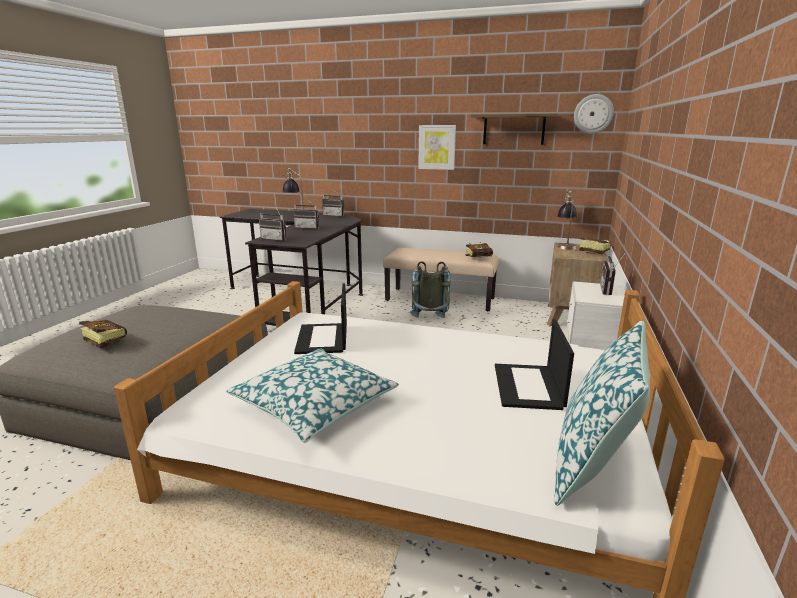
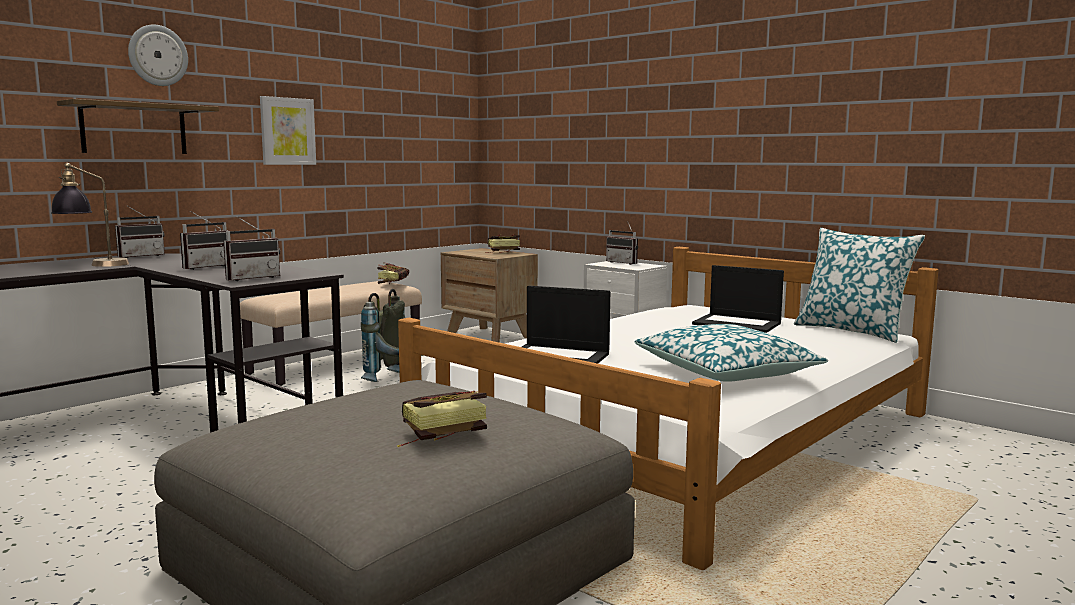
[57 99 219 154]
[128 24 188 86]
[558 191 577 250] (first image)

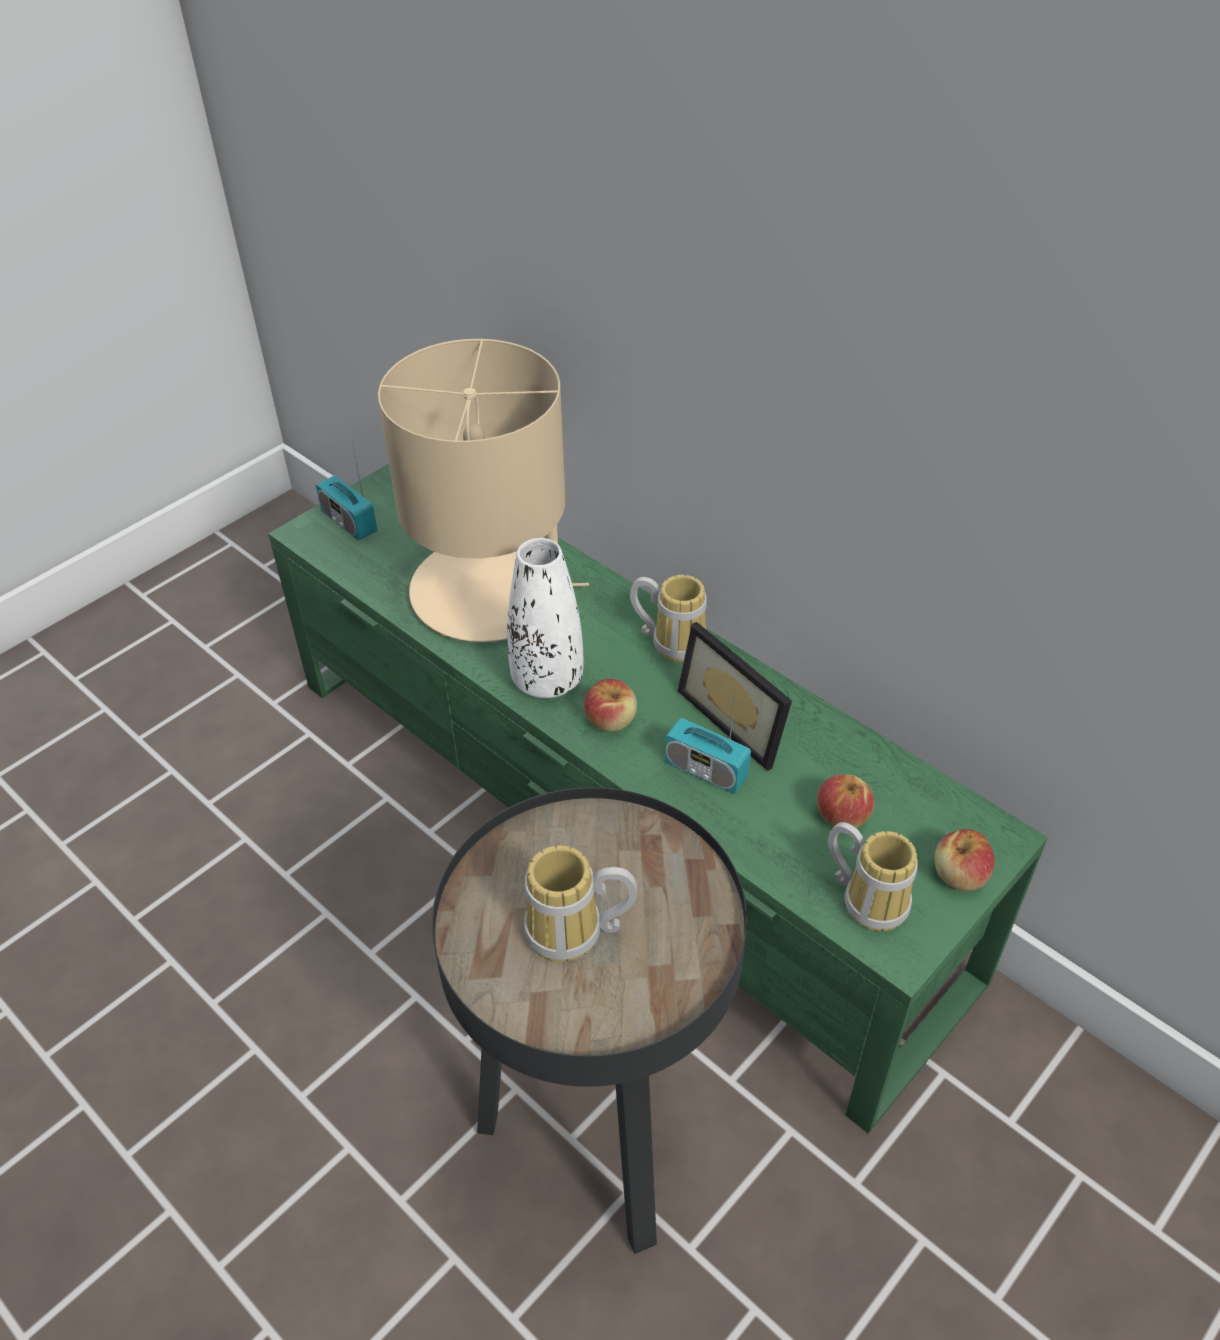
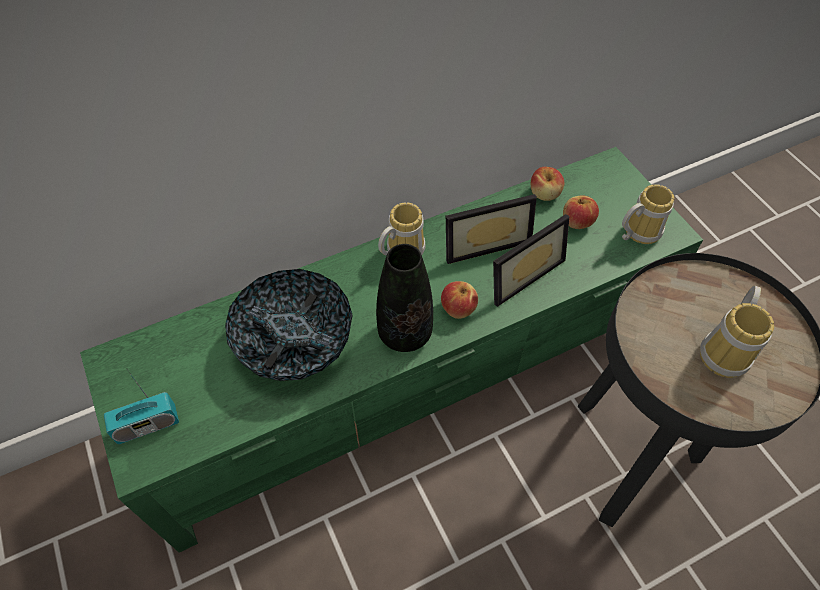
[225 269 353 381]
[376 244 433 352]
[493 214 569 307]
[531 167 564 201]

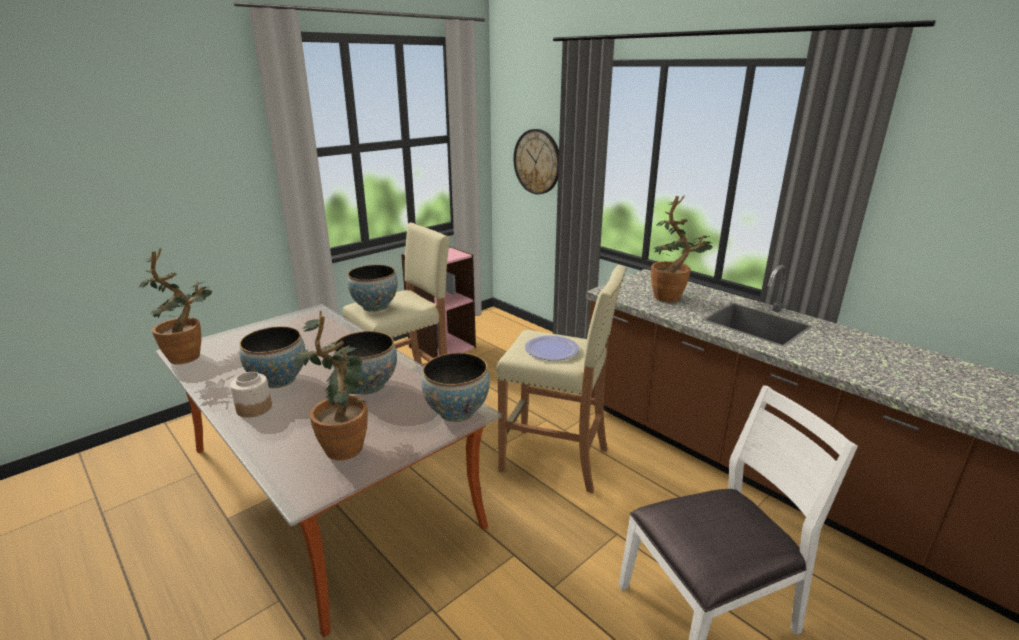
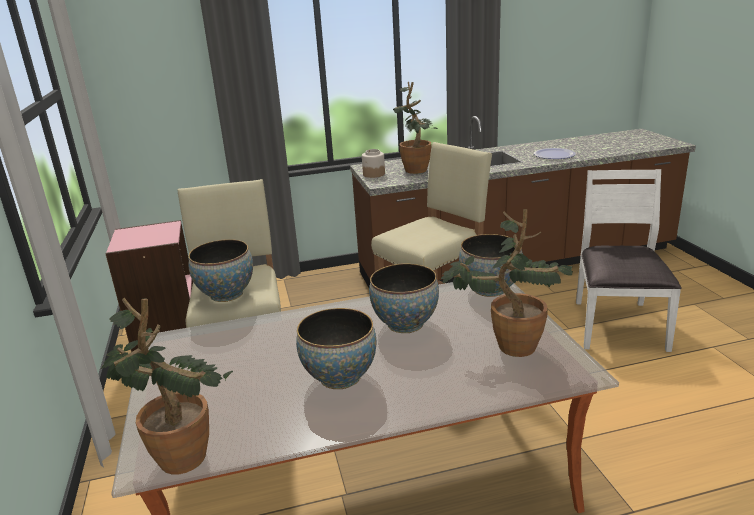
[362 149 385 178]
[534 148 576 159]
[513 129 559 194] (first image)

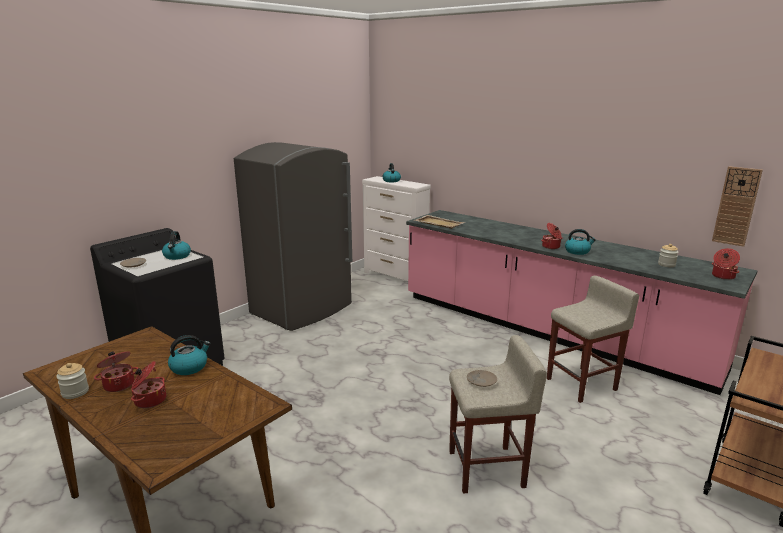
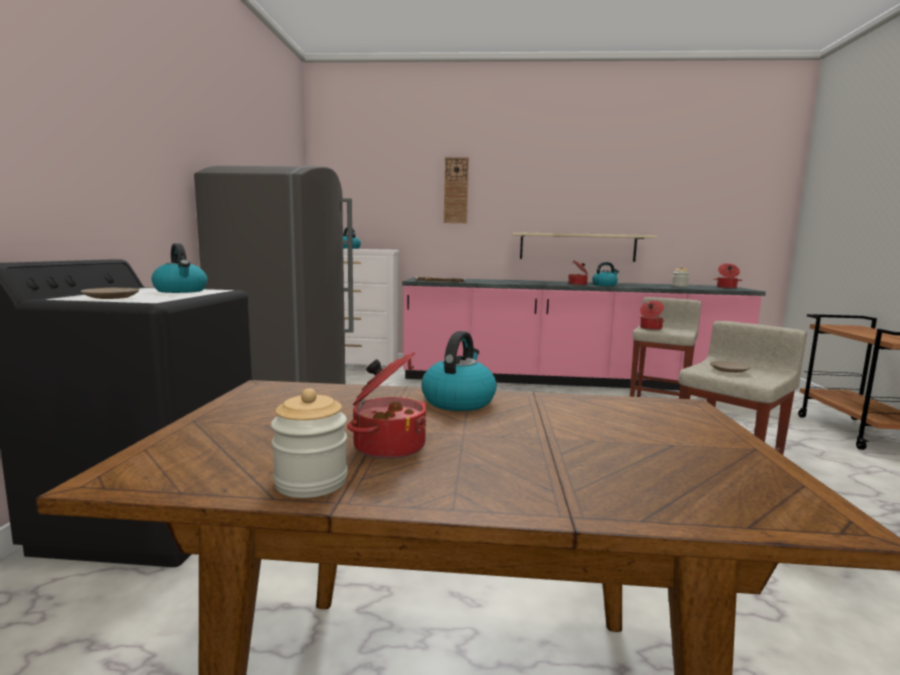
[444 157 469 223]
[511 232 657 262]
[640 301 664 330]

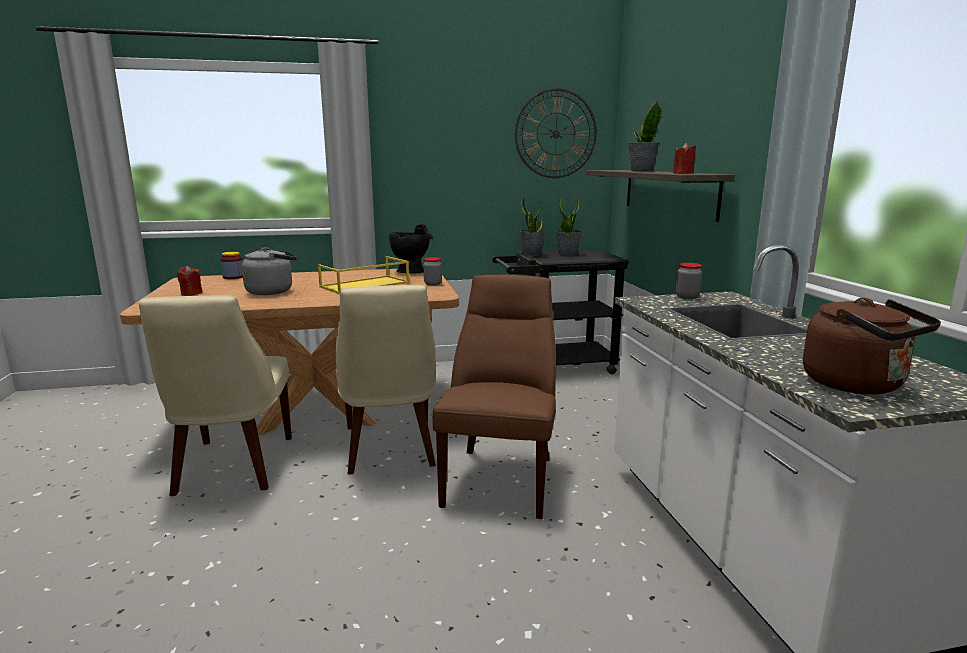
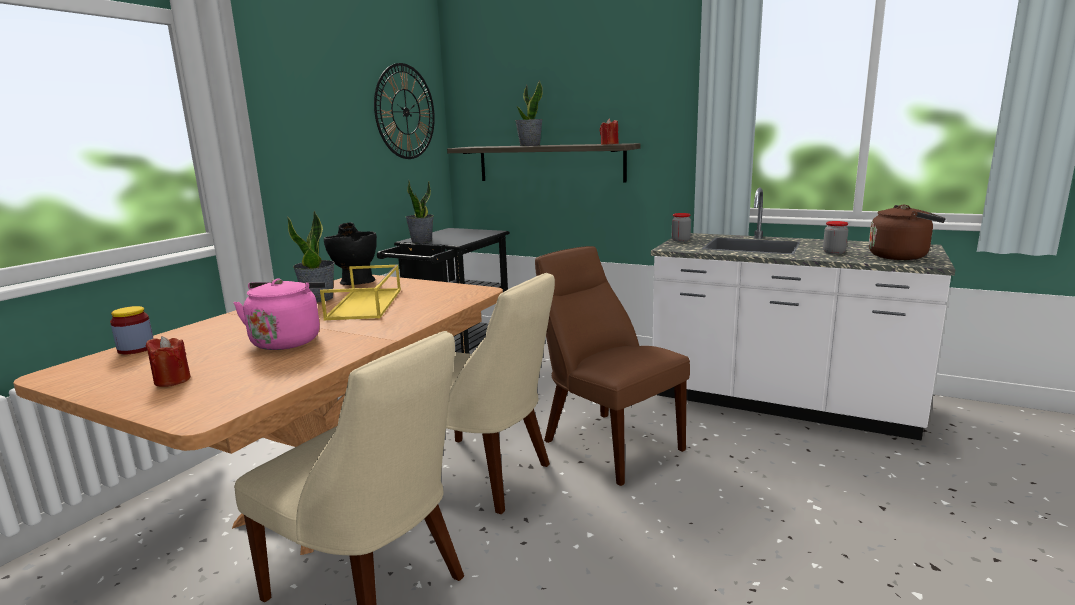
[233 278 325 350]
[287 210 335 303]
[823 221 848 255]

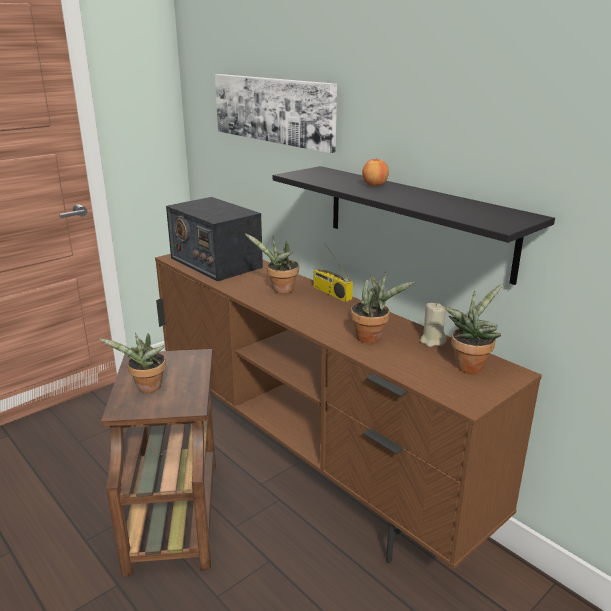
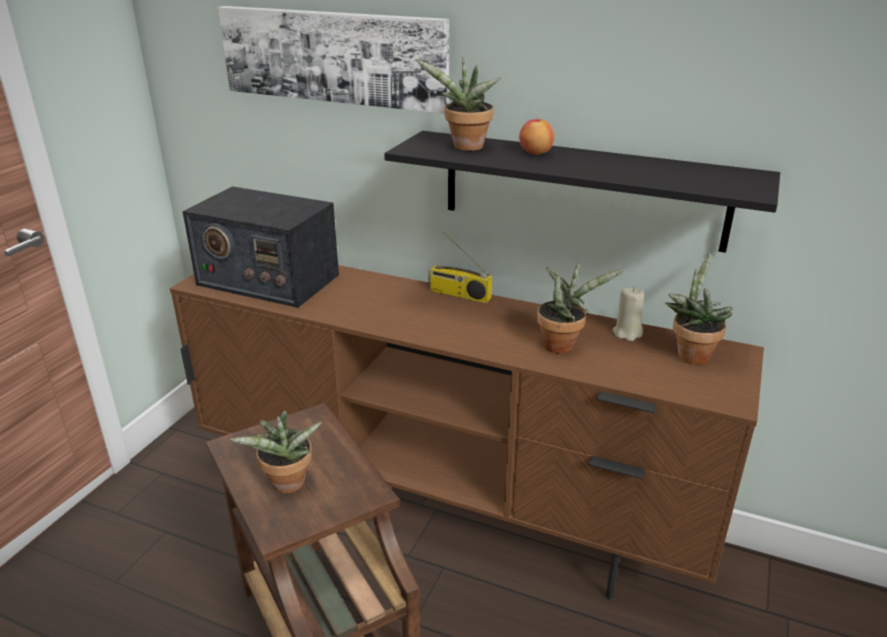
[415 57 501 151]

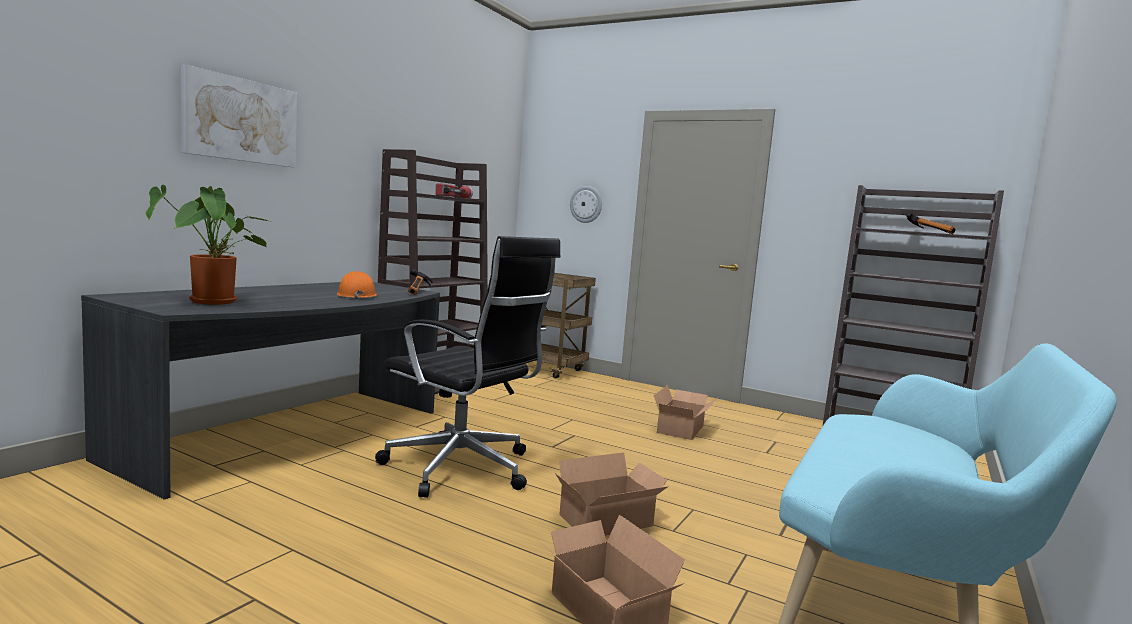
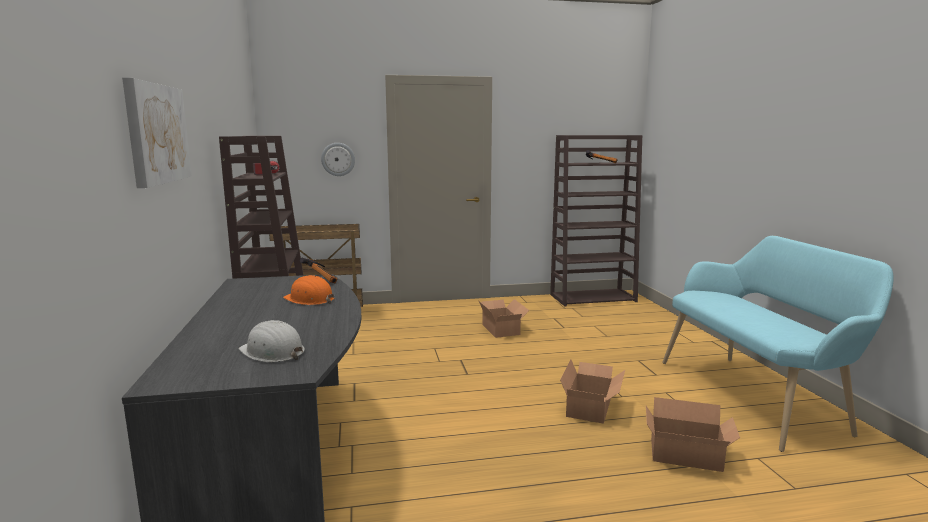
[239 320 305 363]
[375 236 561 498] (first image)

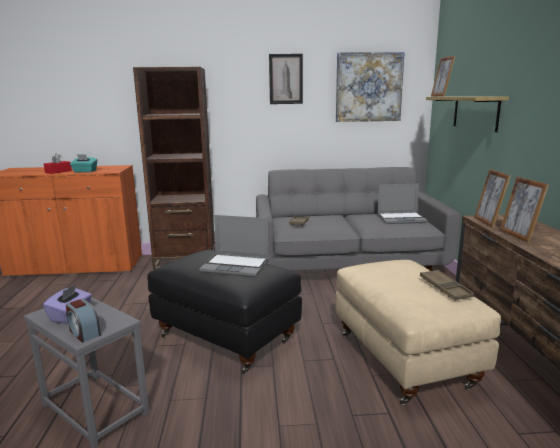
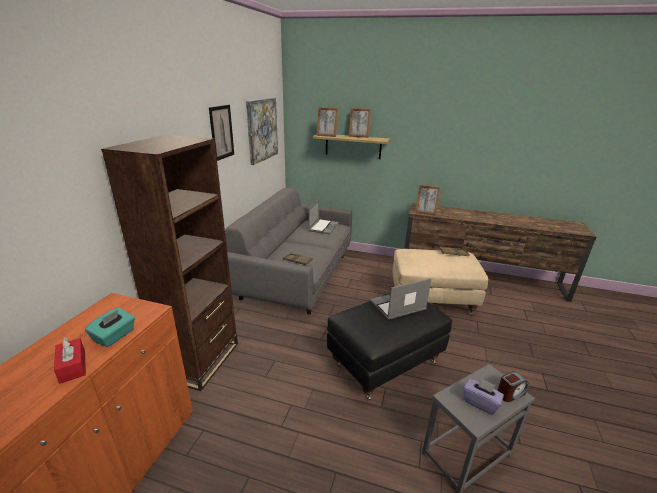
[349 108 371 138]
[370 278 431 320]

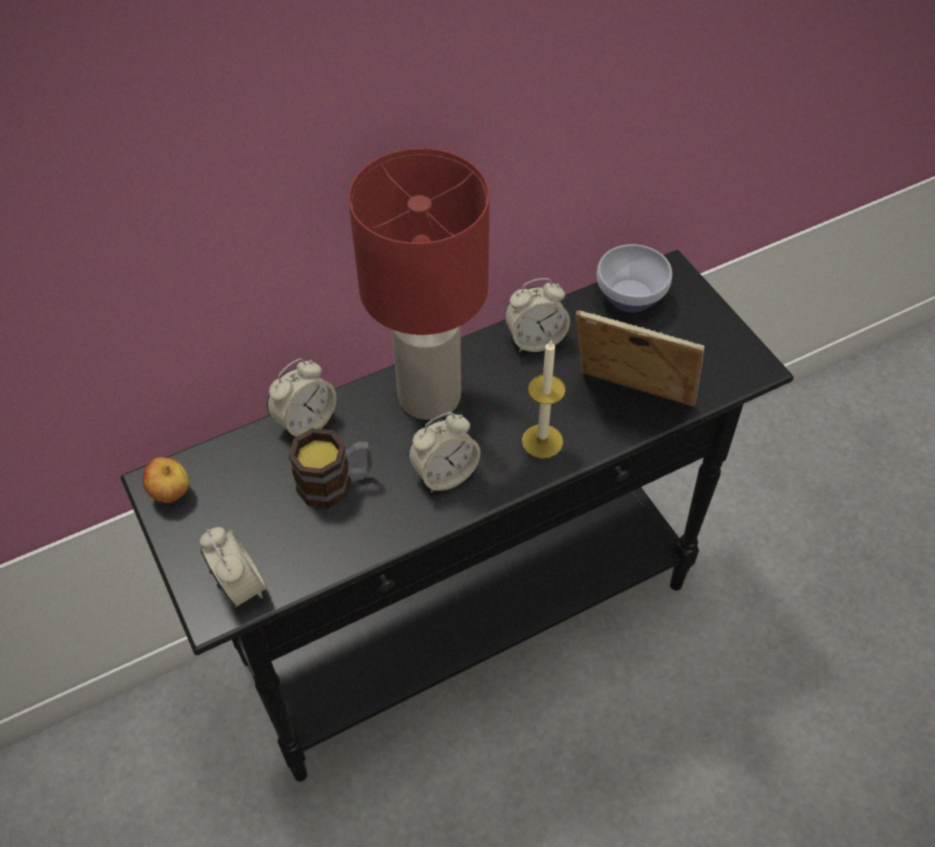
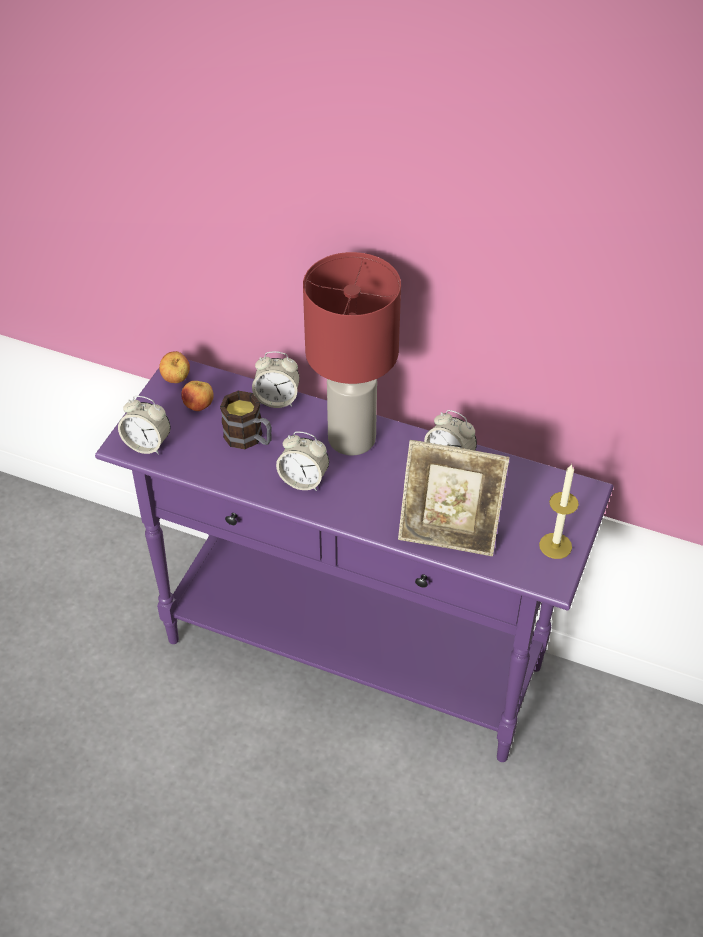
[95 359 614 762]
[118 396 171 455]
[181 381 214 411]
[398 440 510 556]
[539 464 579 559]
[597 244 672 313] (first image)

